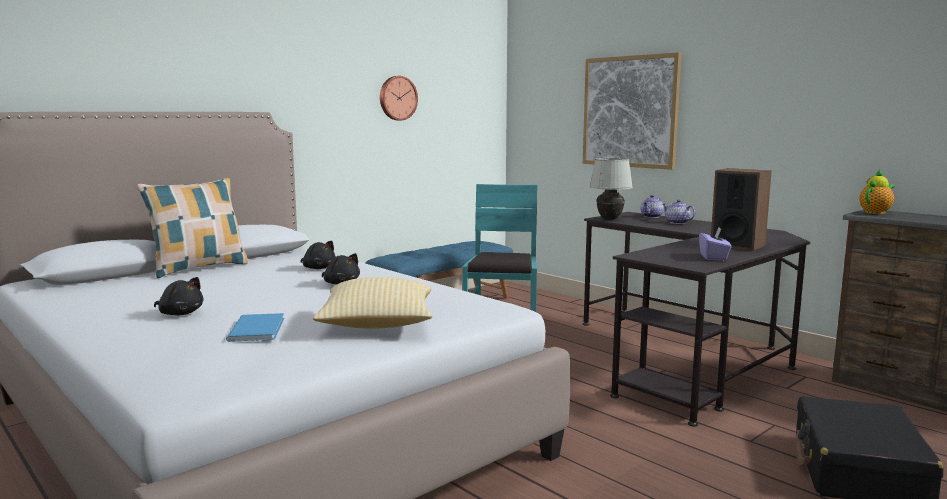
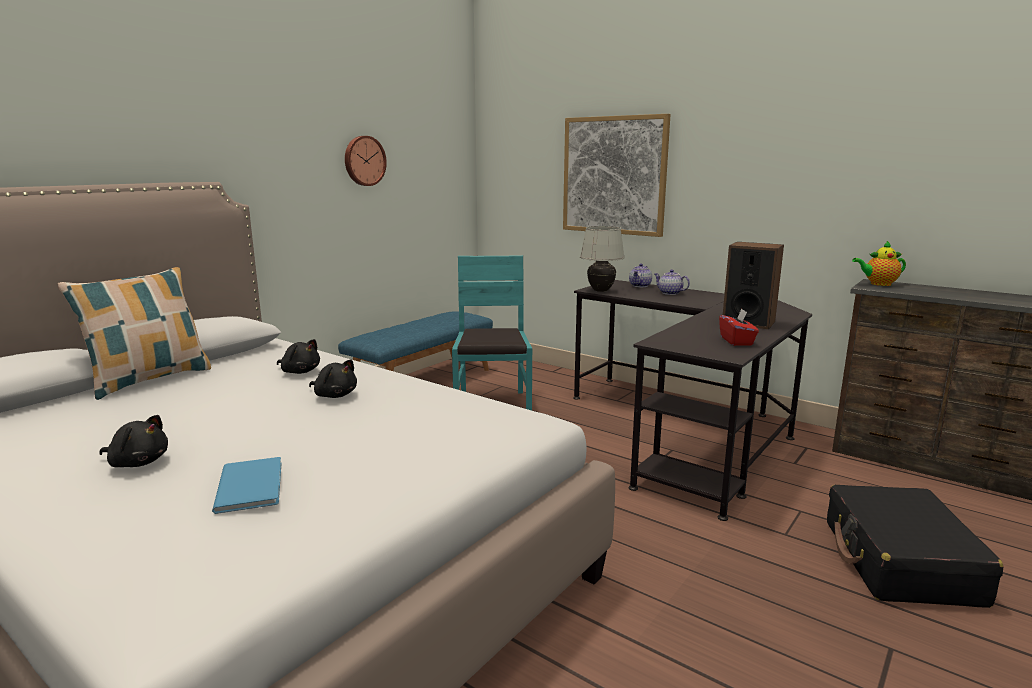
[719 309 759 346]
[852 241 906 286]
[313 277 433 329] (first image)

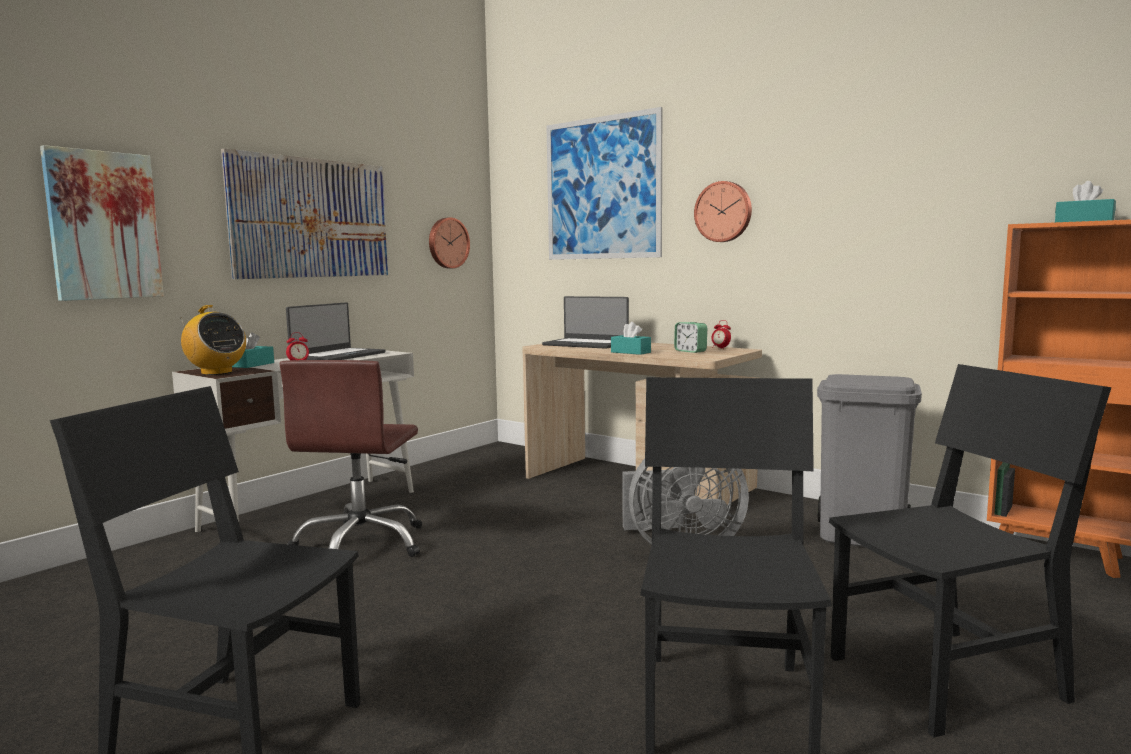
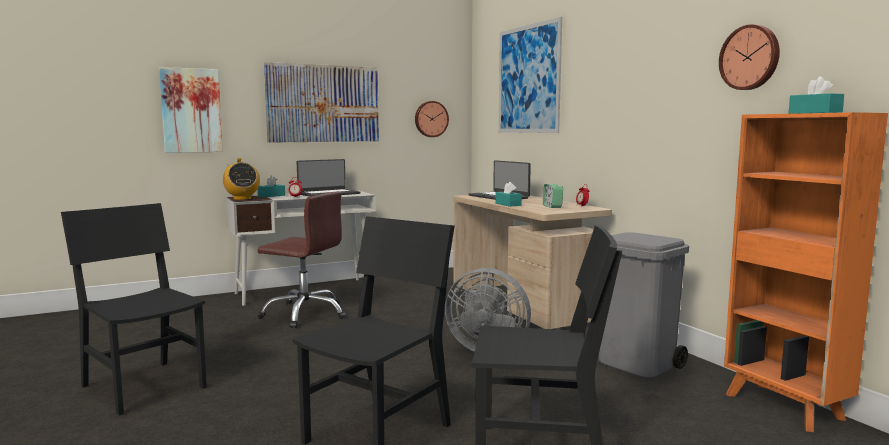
[258 191 346 328]
[719 24 780 90]

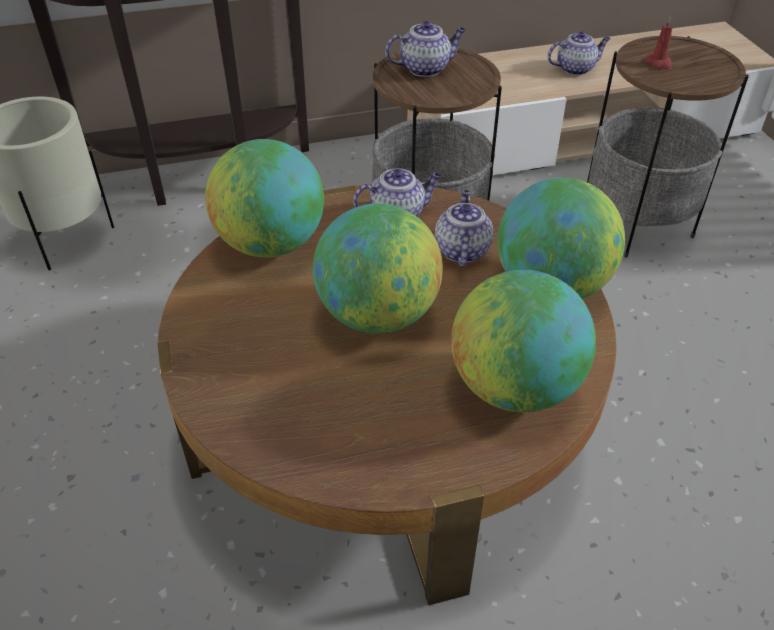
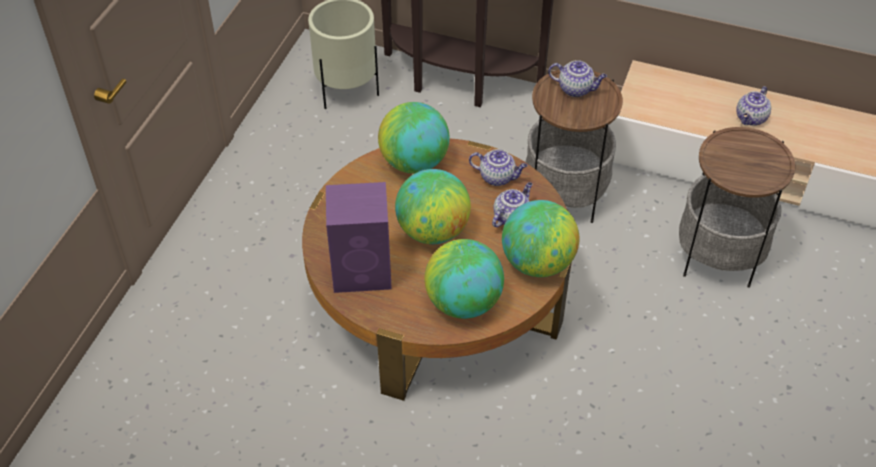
[326 182 392 293]
[737 86 771 126]
[645 17 672 70] (first image)

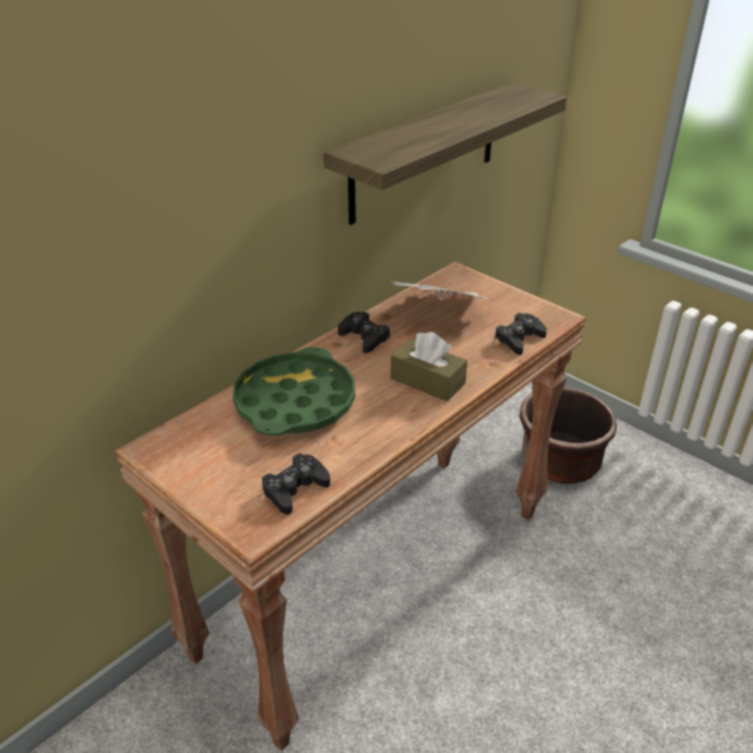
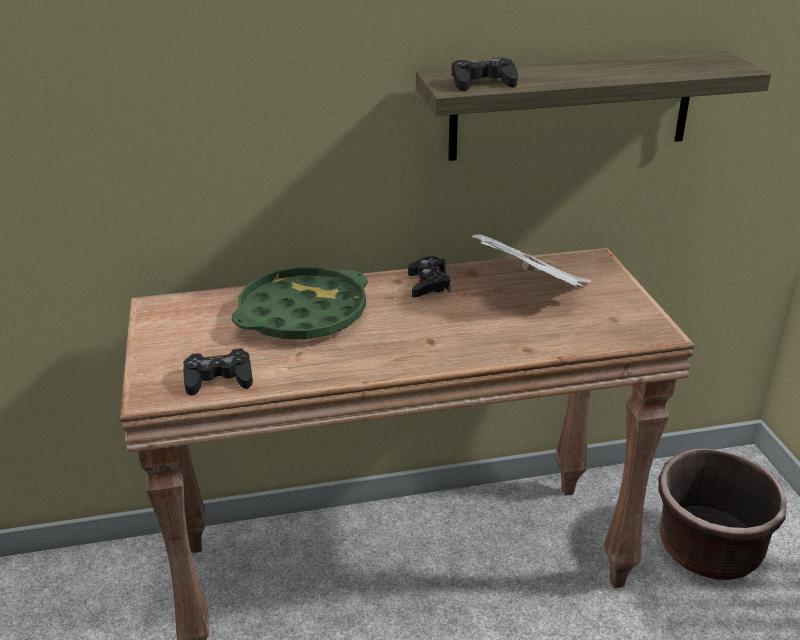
[452 57 518 91]
[391 332 467 402] (first image)

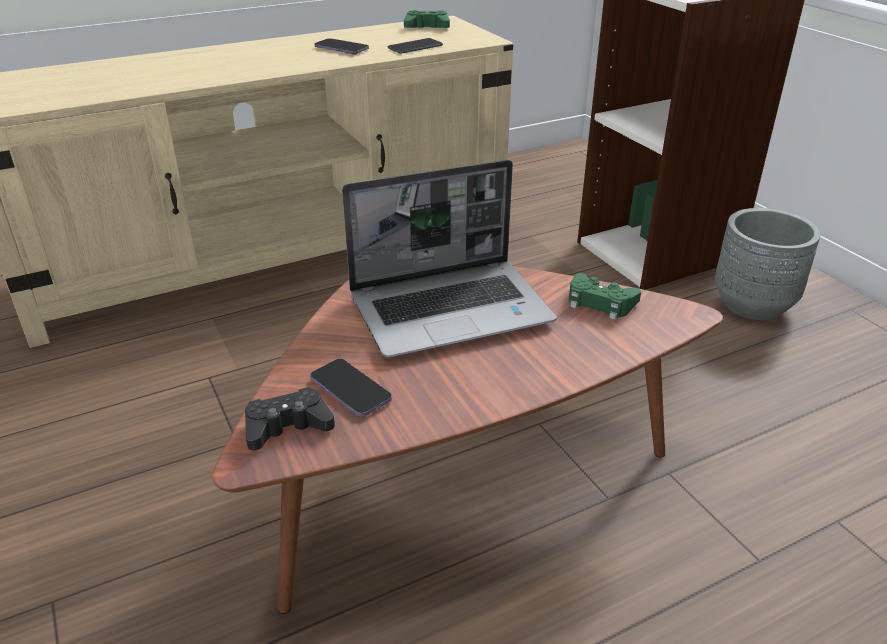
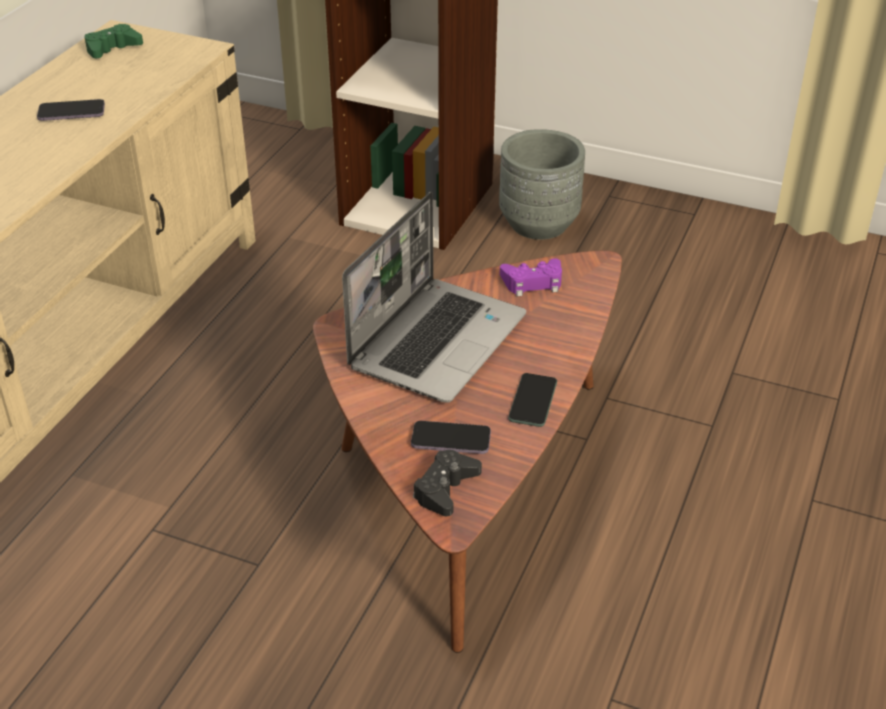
[500 258 562 297]
[508 373 557 427]

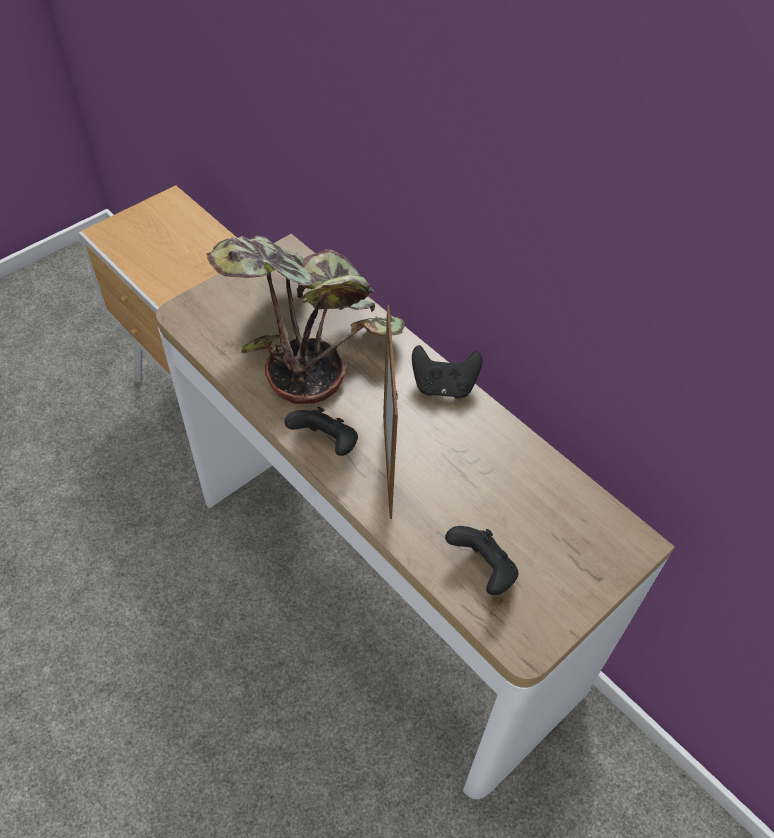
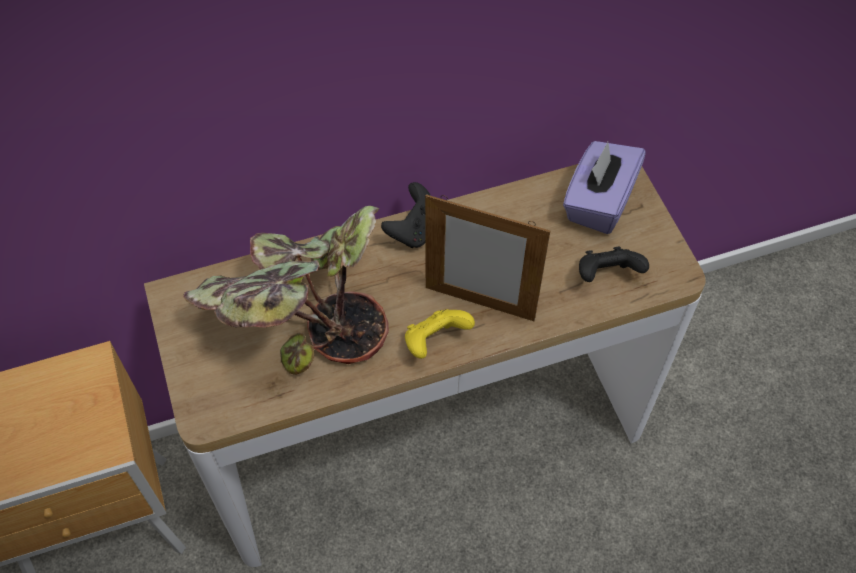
[405 309 475 359]
[563 141 646 234]

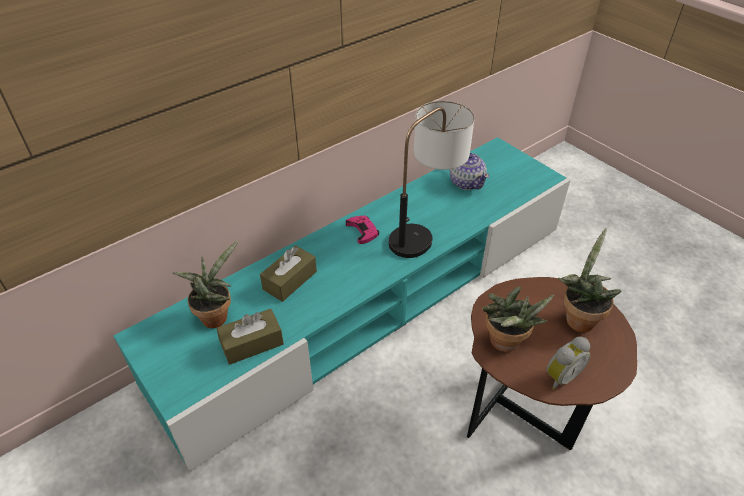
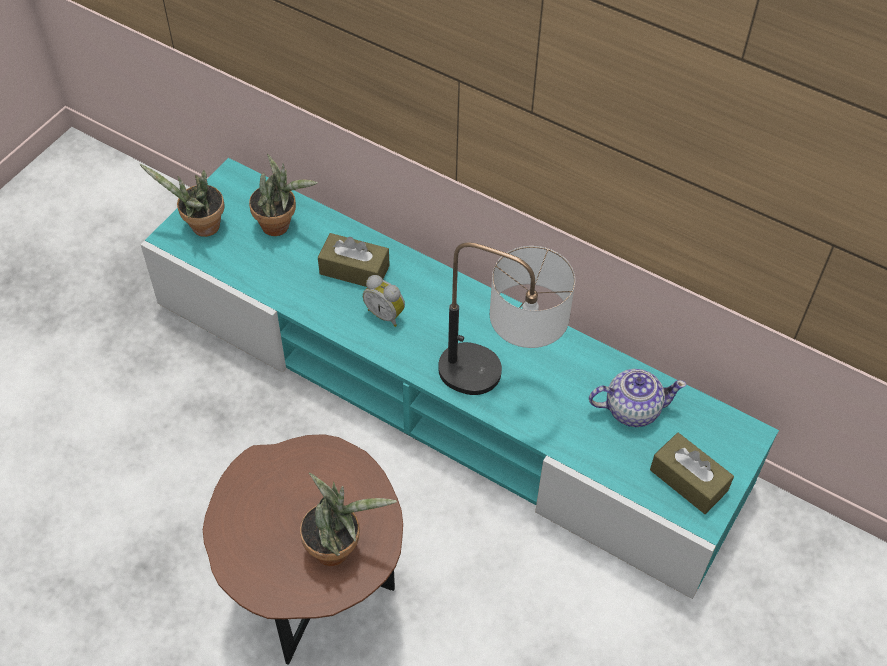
[139 164 224 237]
[363 275 405 327]
[589 369 686 427]
[650 433 734 514]
[346 216 379 244] (first image)

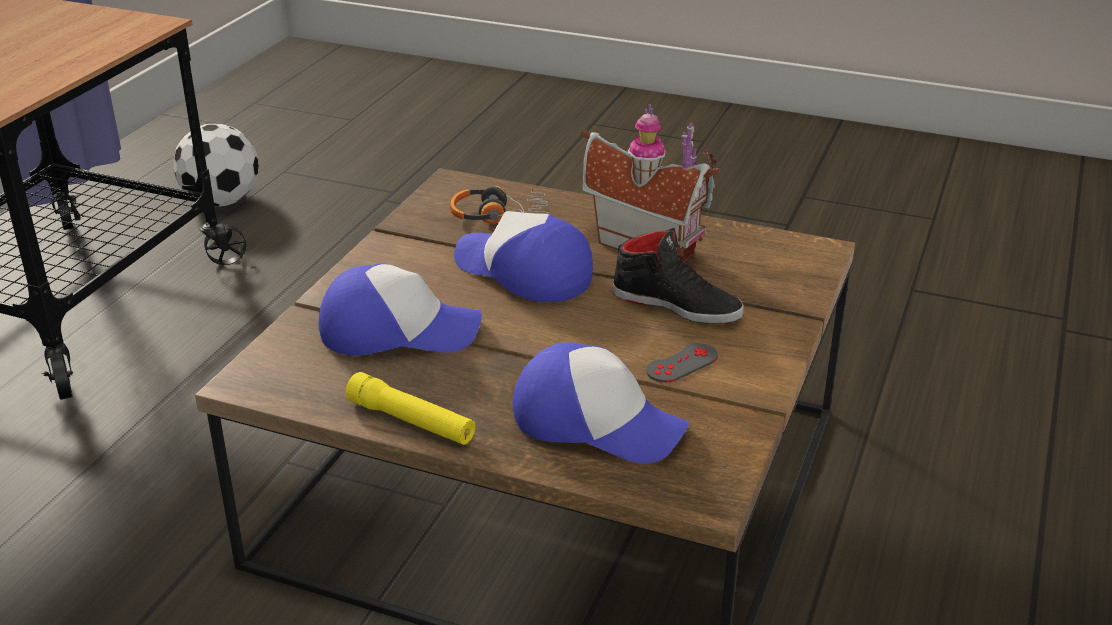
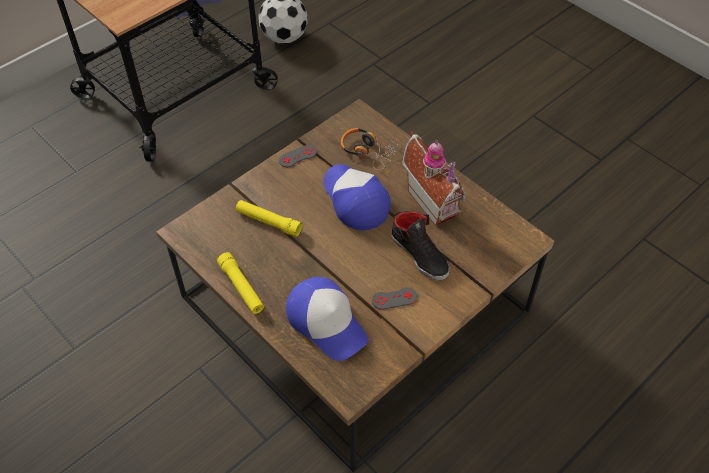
[236 200 302 237]
[279 145 317 167]

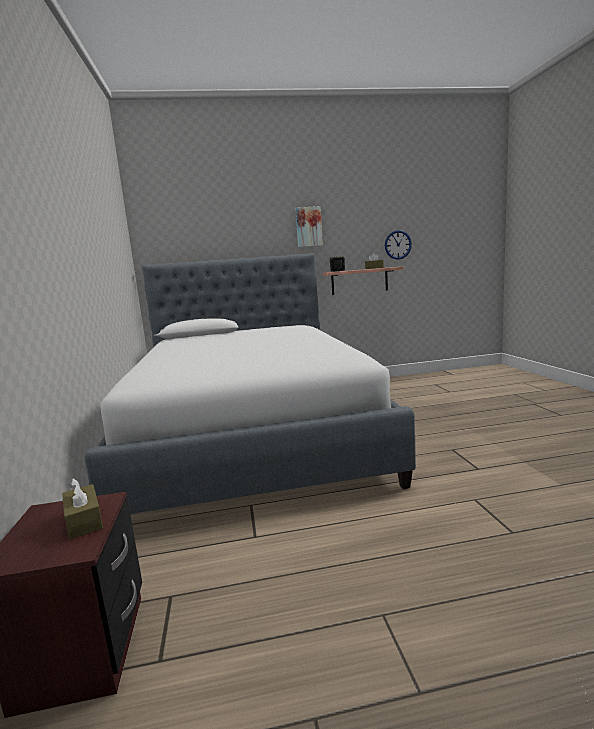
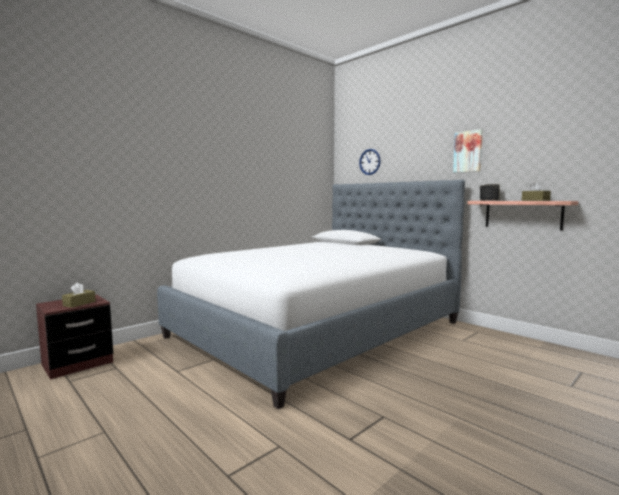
[359 149 380 175]

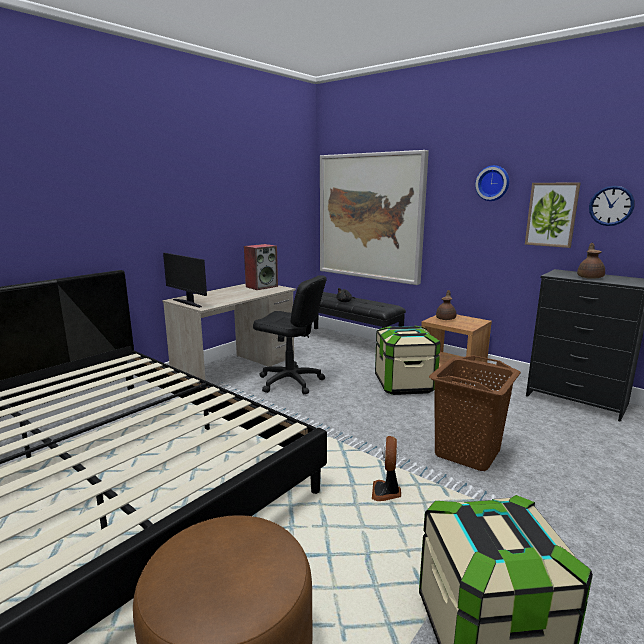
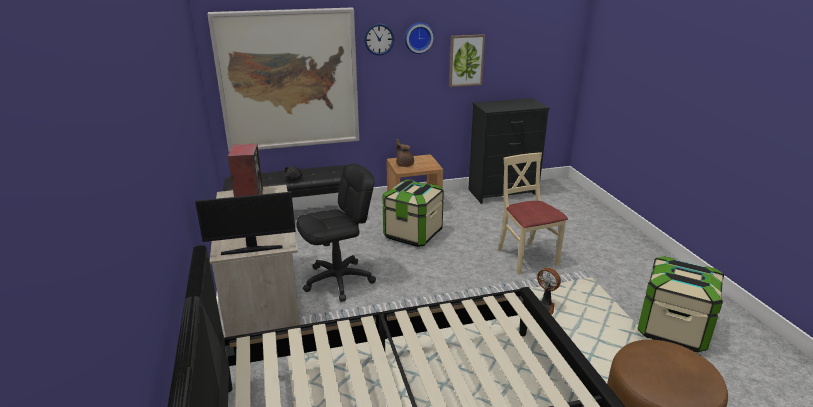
[364 23 395 55]
[498 152 568 274]
[577 243 605 279] (first image)

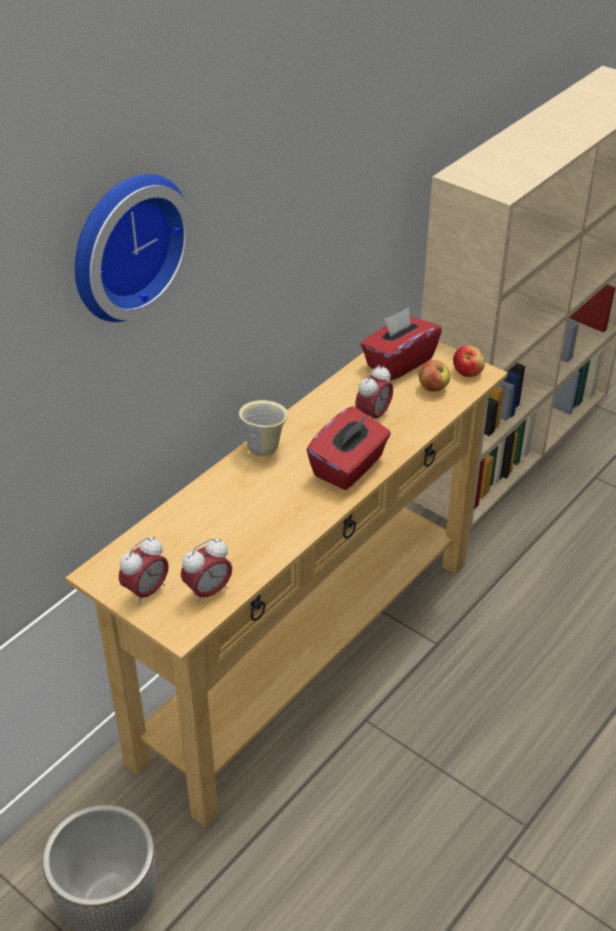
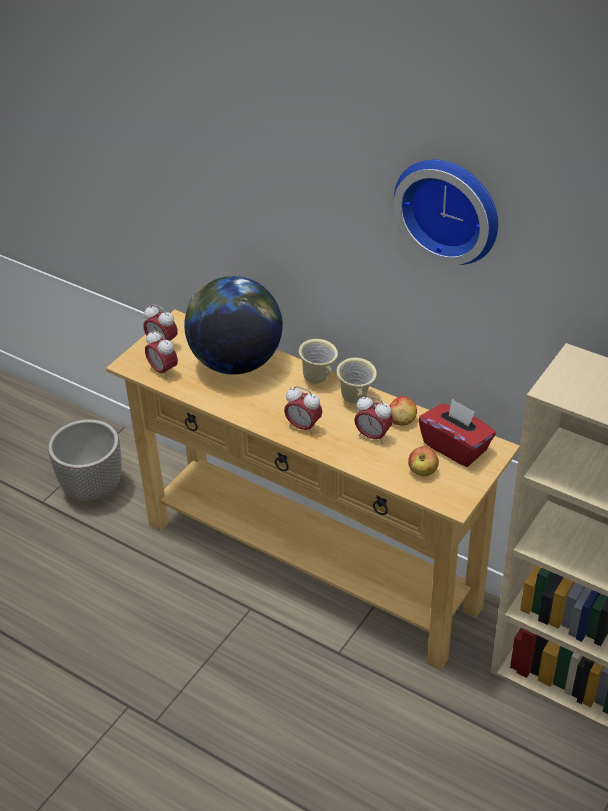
[184 276 283 375]
[284 386 322 435]
[337 358 377 403]
[390 396 417 426]
[394 160 498 265]

